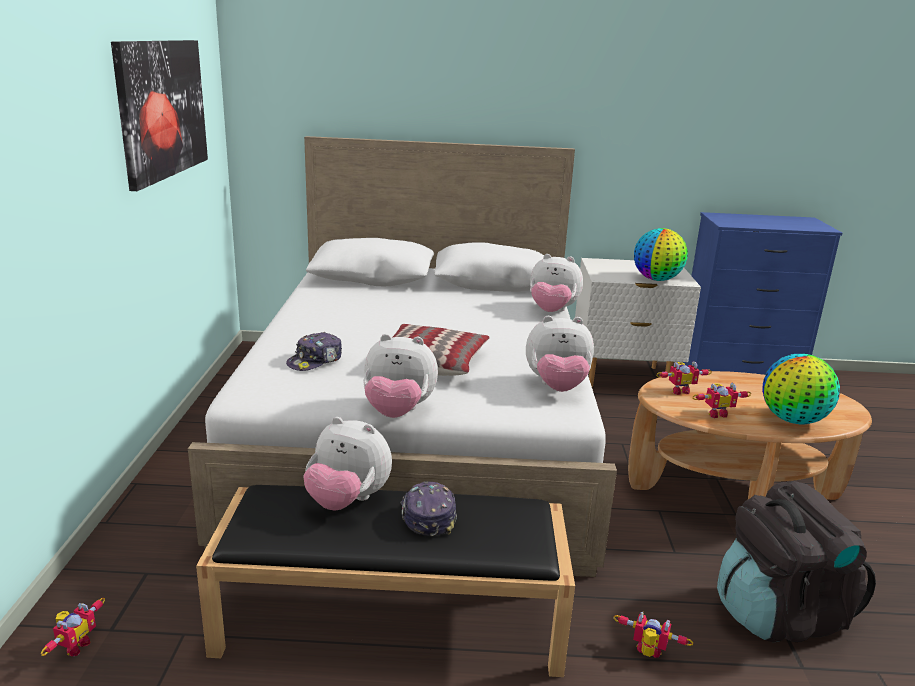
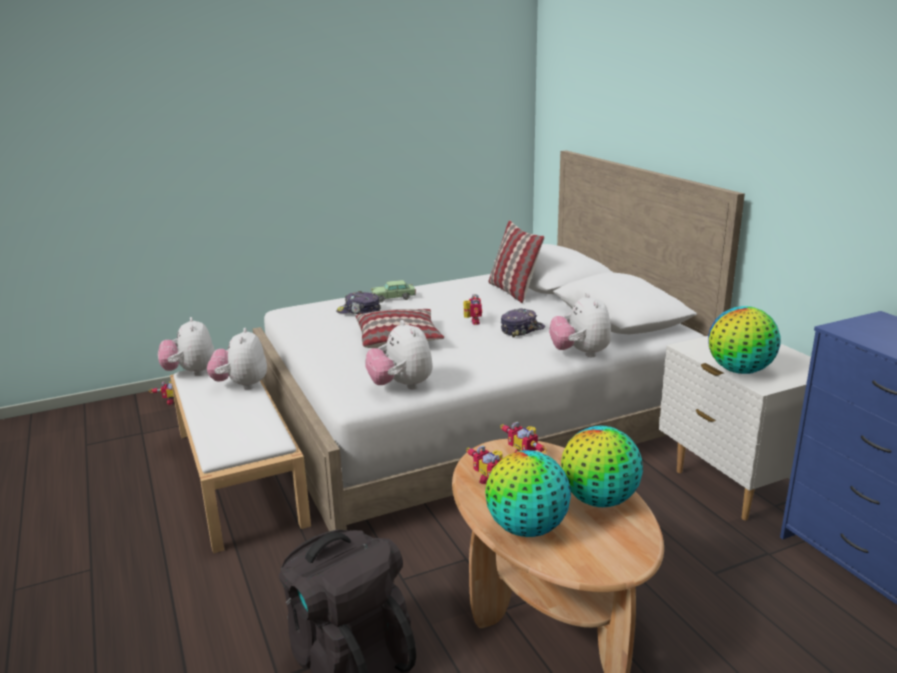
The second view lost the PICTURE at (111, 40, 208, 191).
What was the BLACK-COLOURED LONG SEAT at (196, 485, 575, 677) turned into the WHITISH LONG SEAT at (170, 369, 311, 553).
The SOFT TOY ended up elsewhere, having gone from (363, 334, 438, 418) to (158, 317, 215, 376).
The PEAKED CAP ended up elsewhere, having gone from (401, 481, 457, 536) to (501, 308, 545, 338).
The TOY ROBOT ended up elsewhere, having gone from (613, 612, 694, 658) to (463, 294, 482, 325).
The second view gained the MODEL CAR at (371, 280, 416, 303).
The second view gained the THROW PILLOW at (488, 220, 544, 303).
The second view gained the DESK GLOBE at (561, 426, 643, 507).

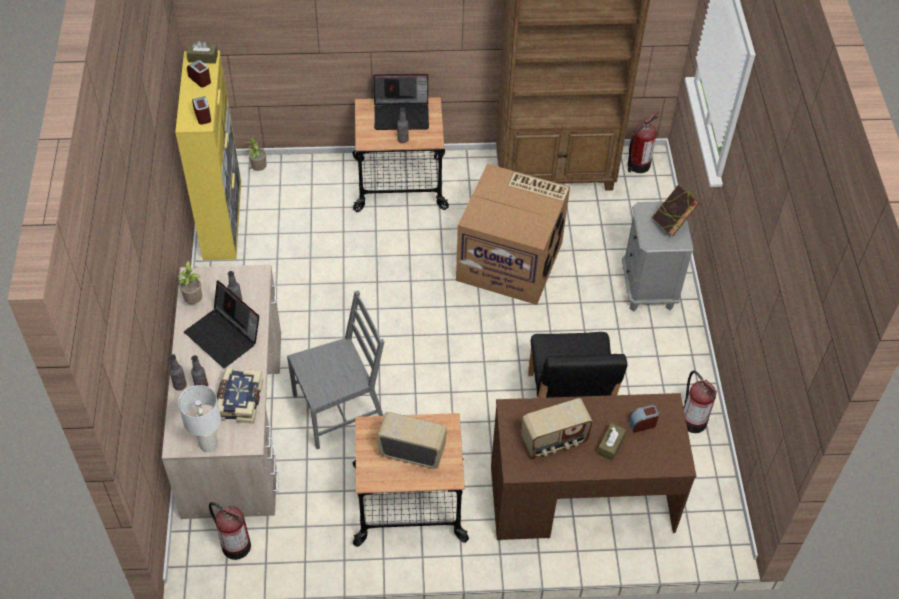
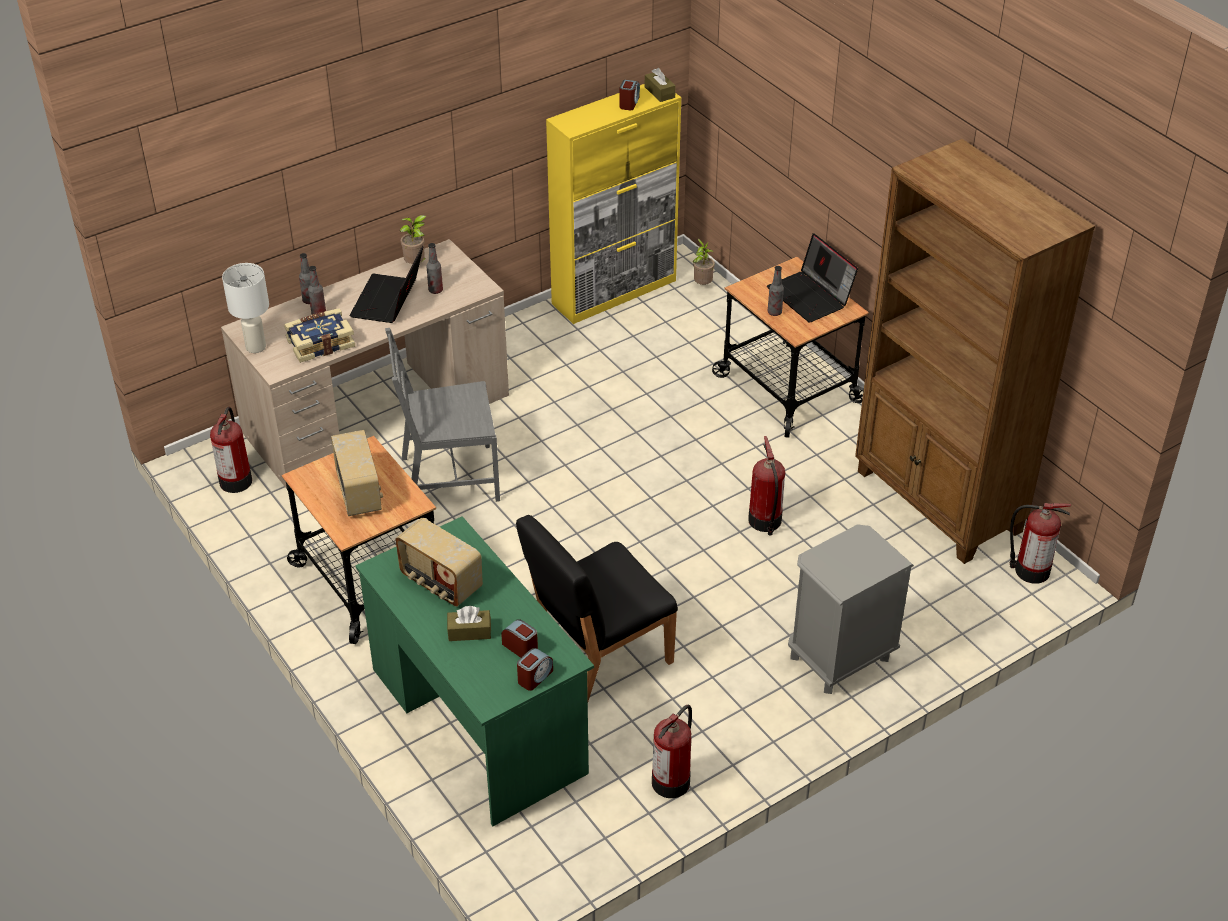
The ALARM CLOCK ended up elsewhere, having gone from (192, 96, 211, 125) to (517, 648, 553, 691).
The GREYISH PLAIN CHAIR at (287, 290, 384, 449) ended up facing another way, 135 degrees clockwise from before.
Where the PACKING BOX stood at (456, 164, 570, 305), the FIRE-FIGHTING CYLINDER came to stand at (748, 436, 785, 536).
What was the BROWN-COLOURED DESK at (491, 393, 696, 540) turned into the GREENISH DESK at (355, 516, 594, 826).
The second view lost the BOOK at (652, 185, 699, 236).

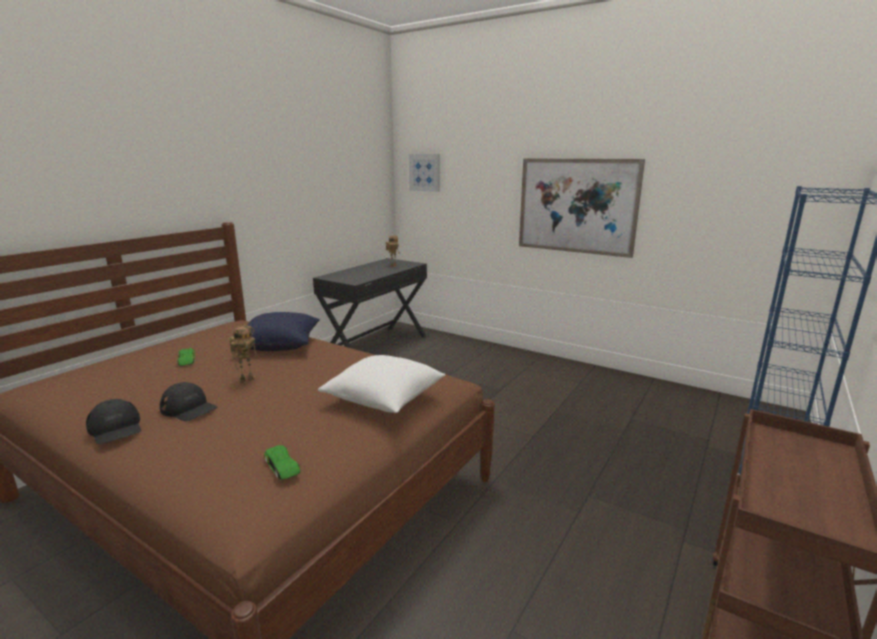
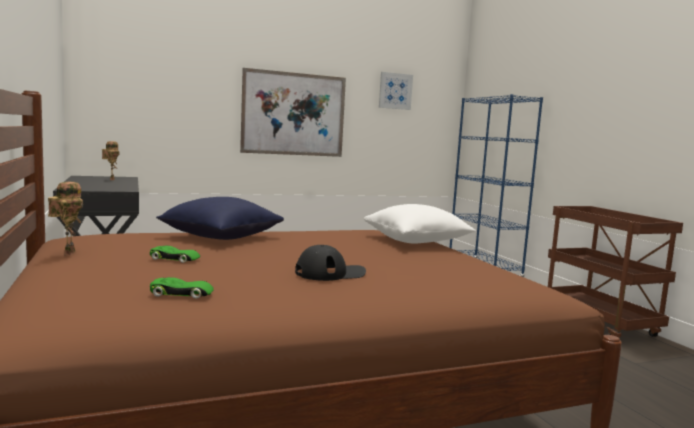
The second view lost the BLACK-COLOURED PEAKED CAP at (86, 399, 141, 444).
The TOY ROBOT ended up elsewhere, having gone from (229, 325, 258, 384) to (48, 182, 83, 256).
The GREENISH MODEL CAR ended up elsewhere, having gone from (264, 445, 301, 480) to (150, 277, 214, 299).
The PICTURE ended up elsewhere, having gone from (409, 154, 440, 192) to (379, 72, 413, 110).

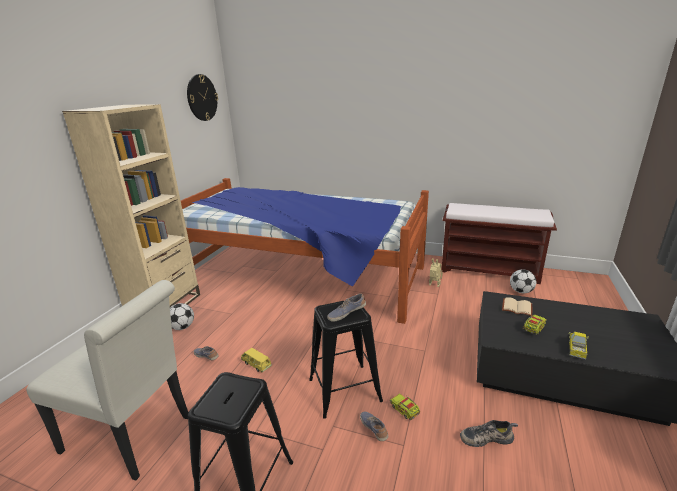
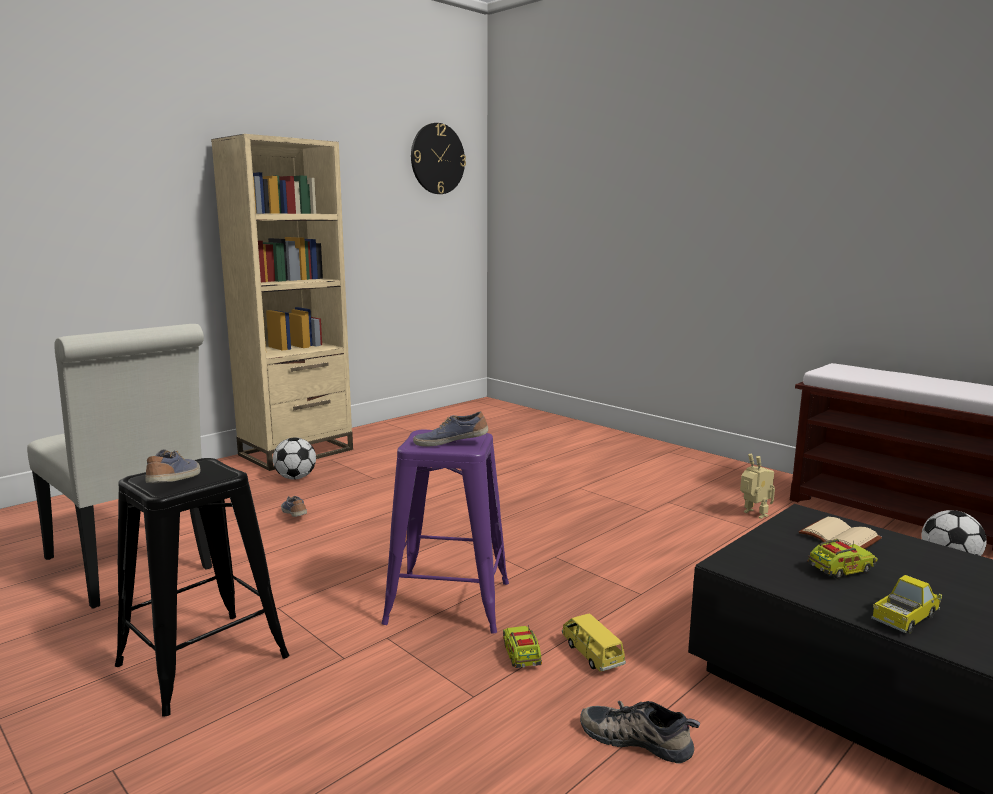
The second view lost the SLEEPING BED at (181, 178, 429, 324).
The YELLOW-COLOURED MODEL CAR ended up elsewhere, having gone from (241, 348, 272, 372) to (562, 613, 626, 672).
What was the BLACK-COLOURED STOOL at (309, 301, 383, 419) turned into the PURPLE-COLOURED STOOL at (381, 429, 509, 634).
The LOW SHOE ended up elsewhere, having gone from (360, 412, 388, 441) to (145, 449, 200, 483).

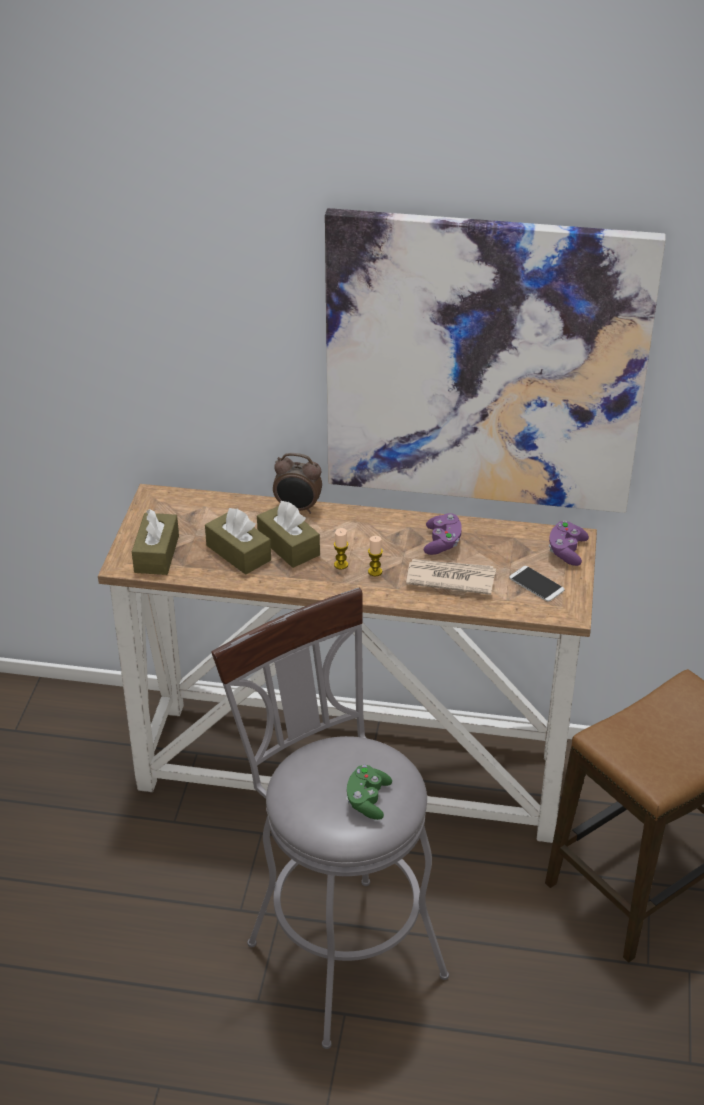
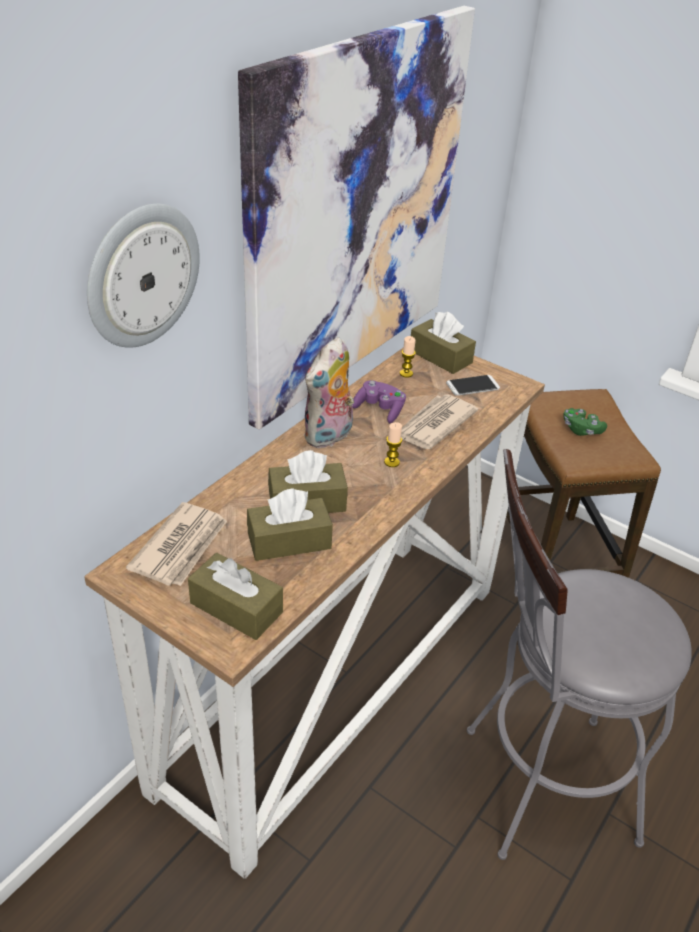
The second view lost the ALARM CLOCK at (273, 453, 322, 514).
The CANDLE ended up elsewhere, having gone from (334, 528, 348, 569) to (400, 336, 416, 378).
The GREENISH GAME CONTROLLER ended up elsewhere, having gone from (346, 765, 392, 820) to (564, 408, 607, 436).
Where the PURPLE-COLOURED GAME CONTROLLER stood at (549, 521, 589, 566), the BROWN-COLOURED BOX OF TISSUES came to stand at (411, 312, 476, 374).
The second view gained the HANGING CLOCK at (87, 204, 200, 348).
The second view gained the DAILY PAPER at (126, 502, 227, 586).
The second view gained the SOFT TOY at (304, 337, 354, 448).

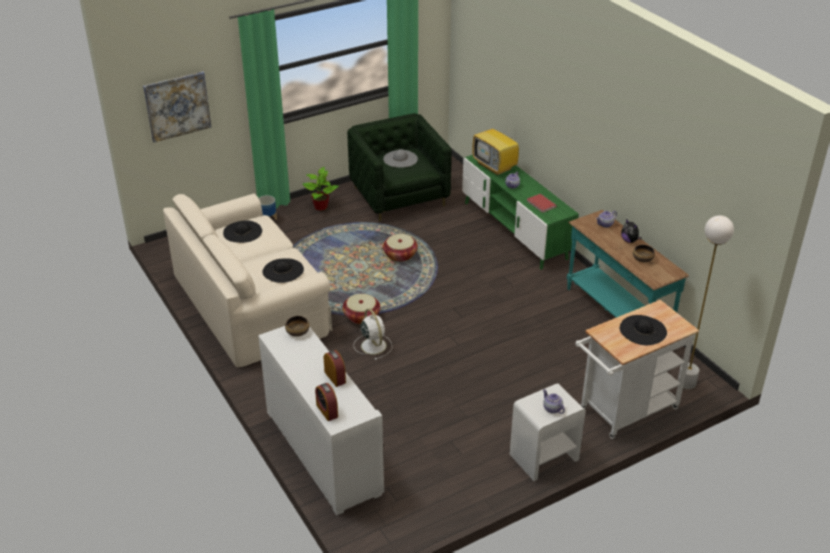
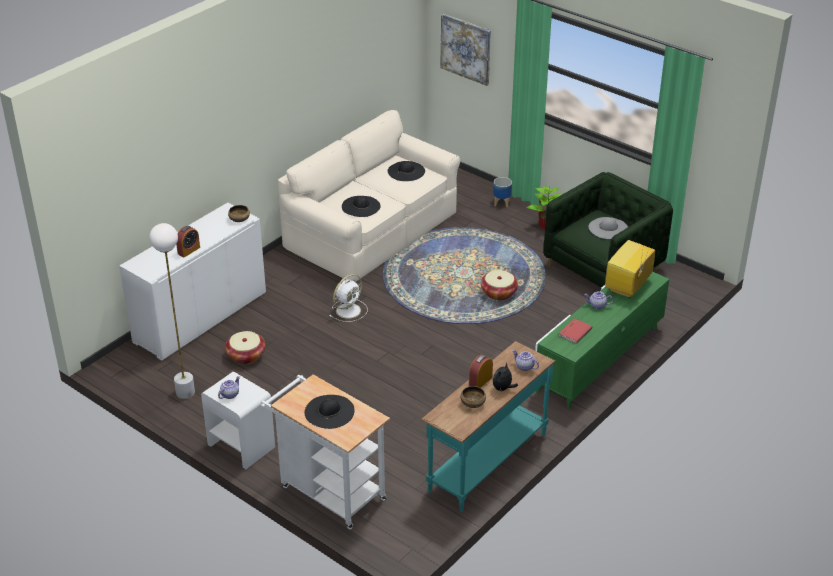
The ALARM CLOCK ended up elsewhere, having gone from (315, 383, 338, 421) to (469, 355, 493, 388).
The STORAGE BASKET ended up elsewhere, having gone from (343, 294, 380, 324) to (225, 331, 265, 364).
The WHITISH STANDING LAMP ended up elsewhere, having gone from (678, 215, 734, 389) to (149, 223, 195, 399).

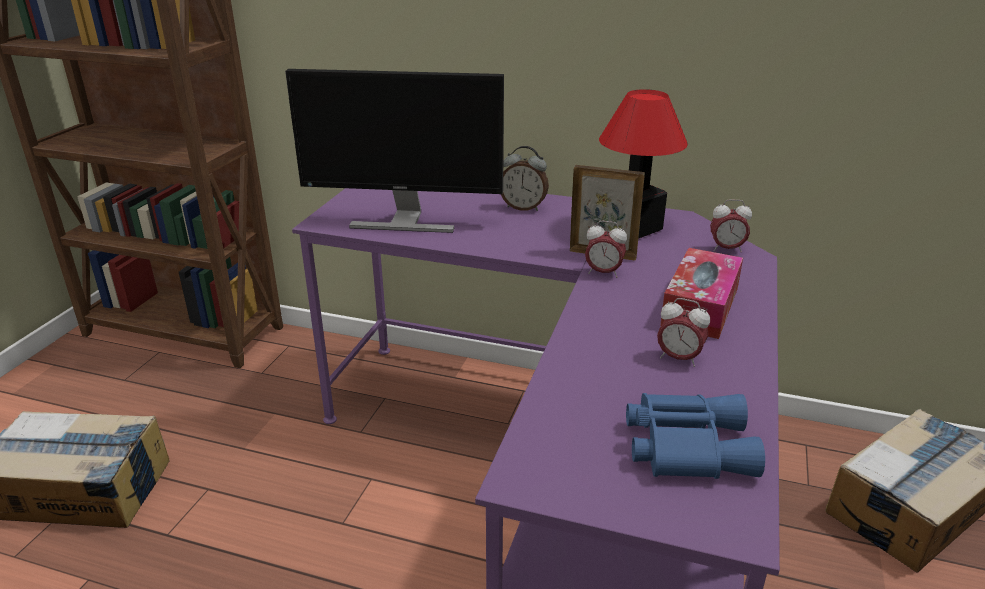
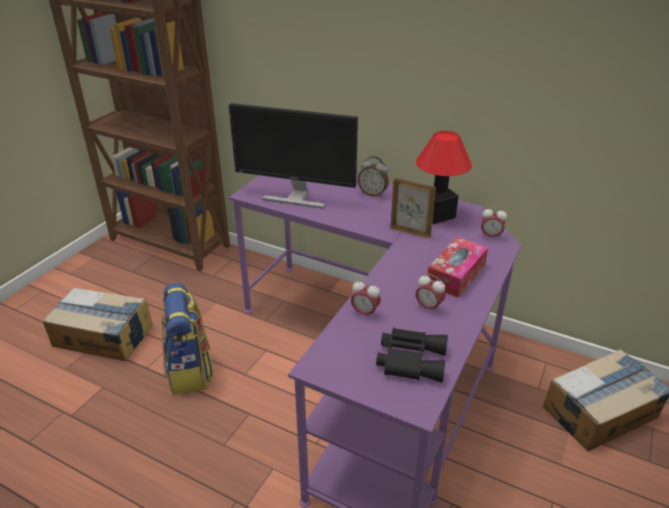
The ALARM CLOCK ended up elsewhere, having gone from (585, 221, 627, 278) to (351, 279, 381, 319).
What was the BLUISH FIELD GLASSES at (626, 393, 765, 479) turned into the BLACK-COLOURED FIELD GLASSES at (376, 328, 448, 383).
The second view gained the KNAPSACK at (162, 283, 214, 395).

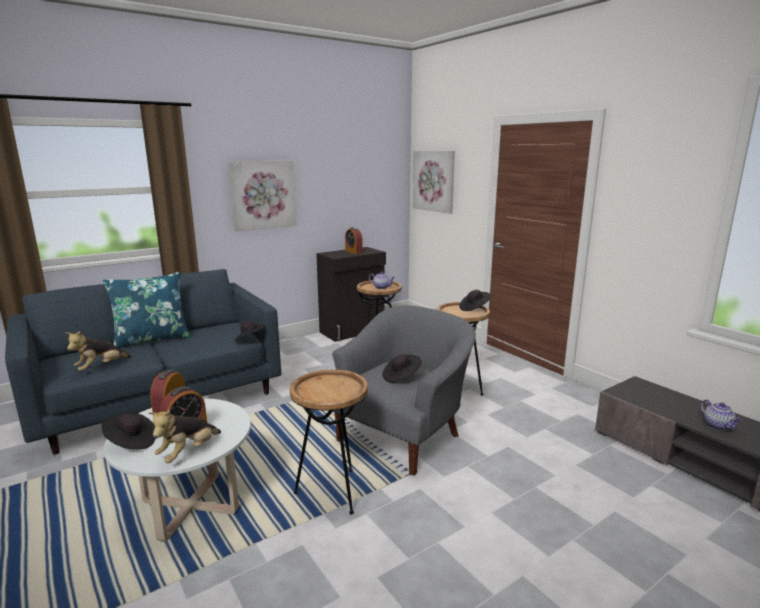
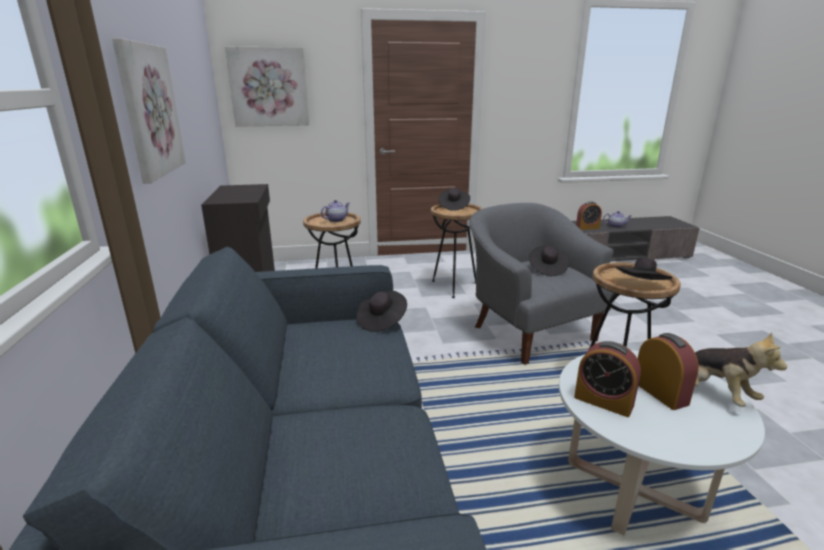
The second view lost the SOFT TOY at (65, 331, 132, 371).
The BLACK-COLOURED HAT ended up elsewhere, having gone from (102, 413, 156, 450) to (616, 258, 672, 280).
The second view lost the BLUISH THROW PILLOW at (103, 272, 191, 348).
The ALARM CLOCK ended up elsewhere, having gone from (345, 227, 363, 254) to (576, 201, 602, 230).

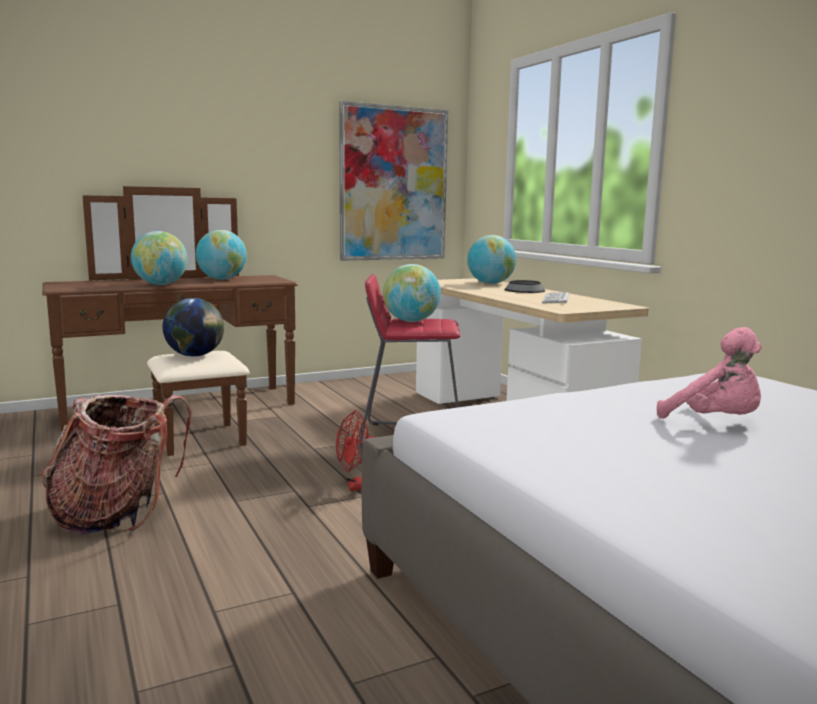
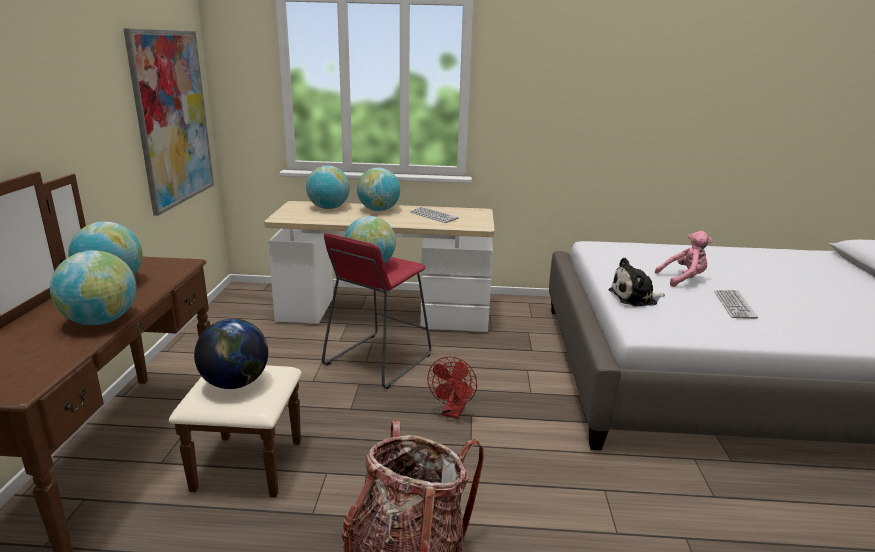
Where the SERVING BOWL stood at (504, 280, 545, 293), the DESK GLOBE came to stand at (357, 168, 400, 211).
The second view gained the SOFT TOY at (608, 258, 665, 306).
The second view gained the PC KEYBOARD at (714, 290, 758, 319).

